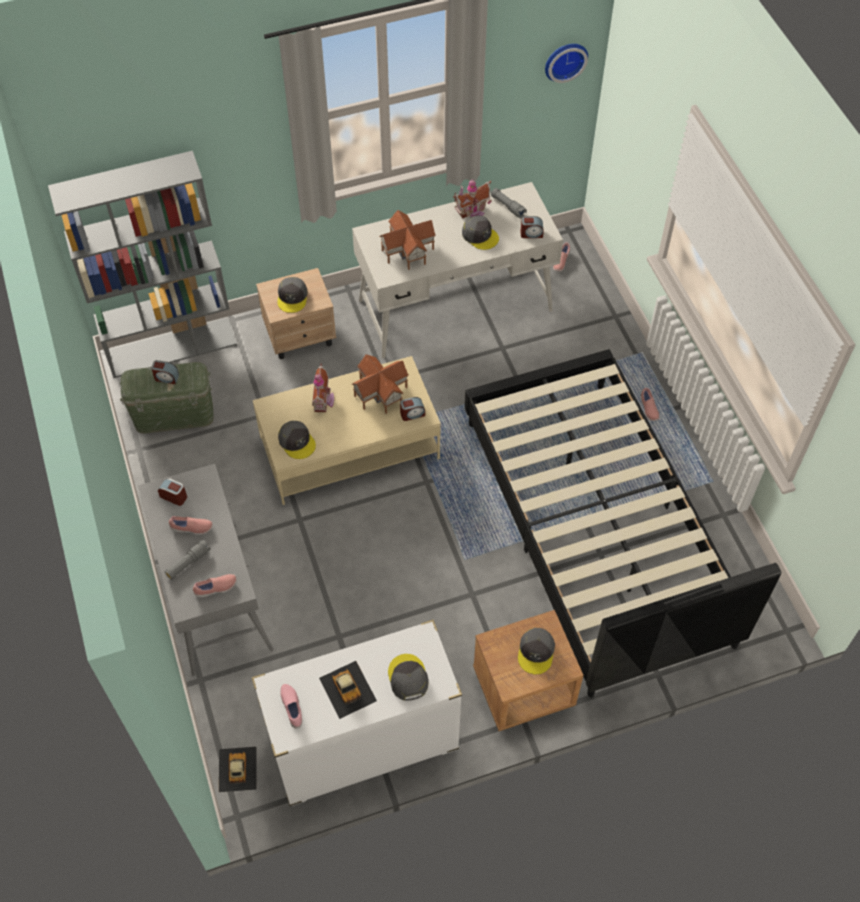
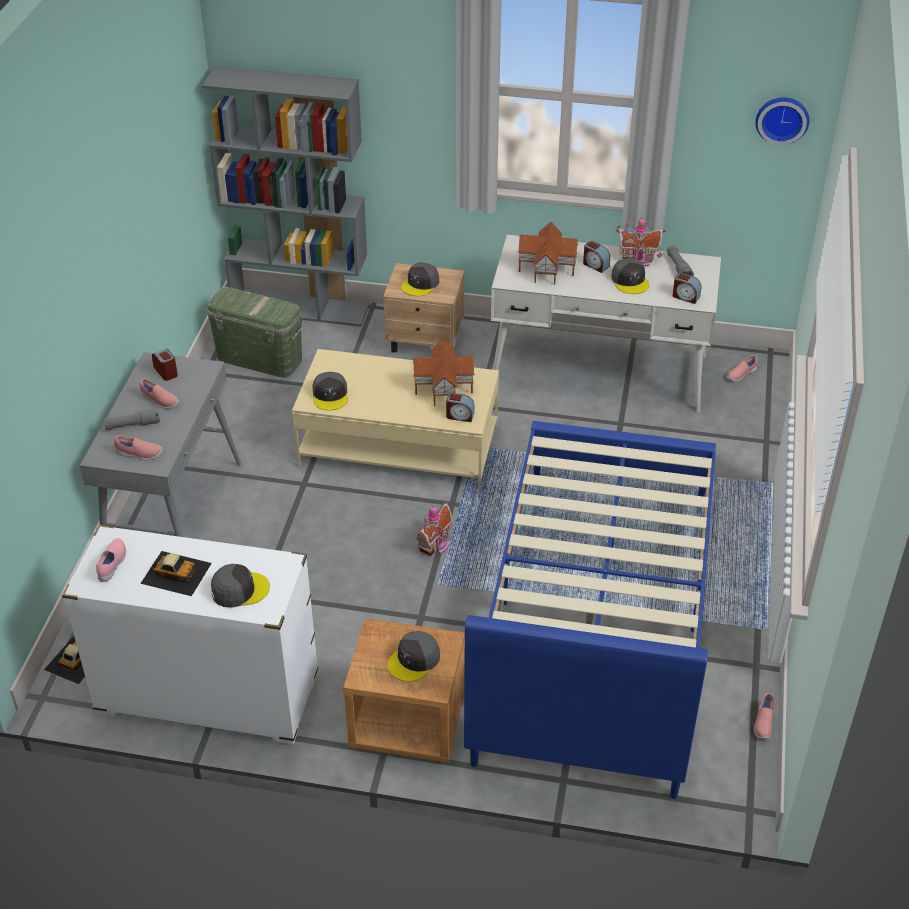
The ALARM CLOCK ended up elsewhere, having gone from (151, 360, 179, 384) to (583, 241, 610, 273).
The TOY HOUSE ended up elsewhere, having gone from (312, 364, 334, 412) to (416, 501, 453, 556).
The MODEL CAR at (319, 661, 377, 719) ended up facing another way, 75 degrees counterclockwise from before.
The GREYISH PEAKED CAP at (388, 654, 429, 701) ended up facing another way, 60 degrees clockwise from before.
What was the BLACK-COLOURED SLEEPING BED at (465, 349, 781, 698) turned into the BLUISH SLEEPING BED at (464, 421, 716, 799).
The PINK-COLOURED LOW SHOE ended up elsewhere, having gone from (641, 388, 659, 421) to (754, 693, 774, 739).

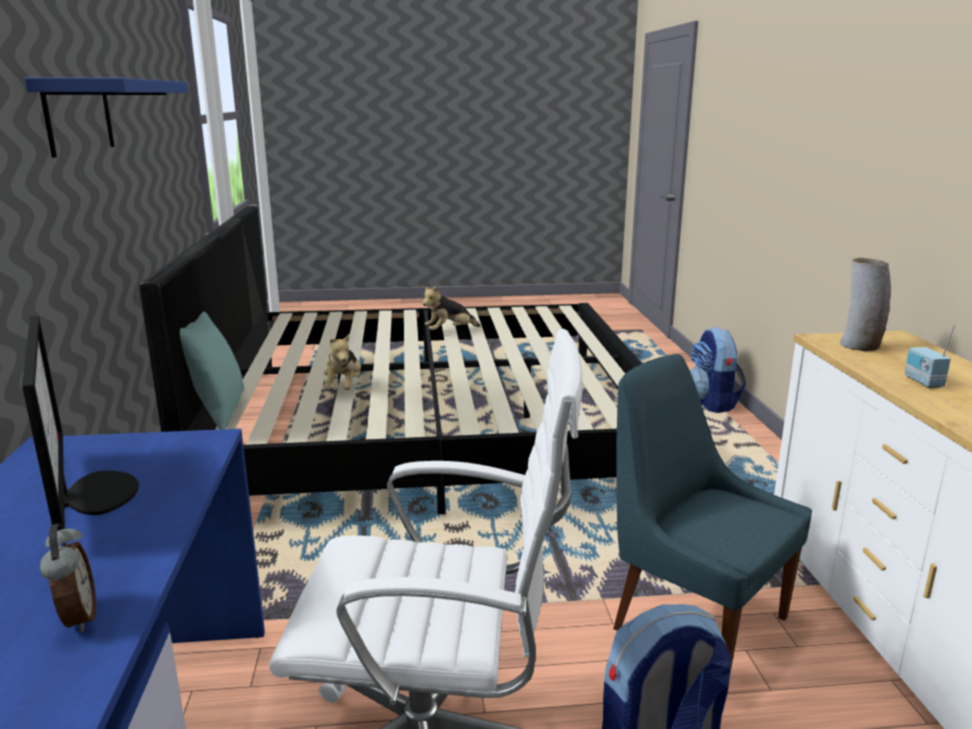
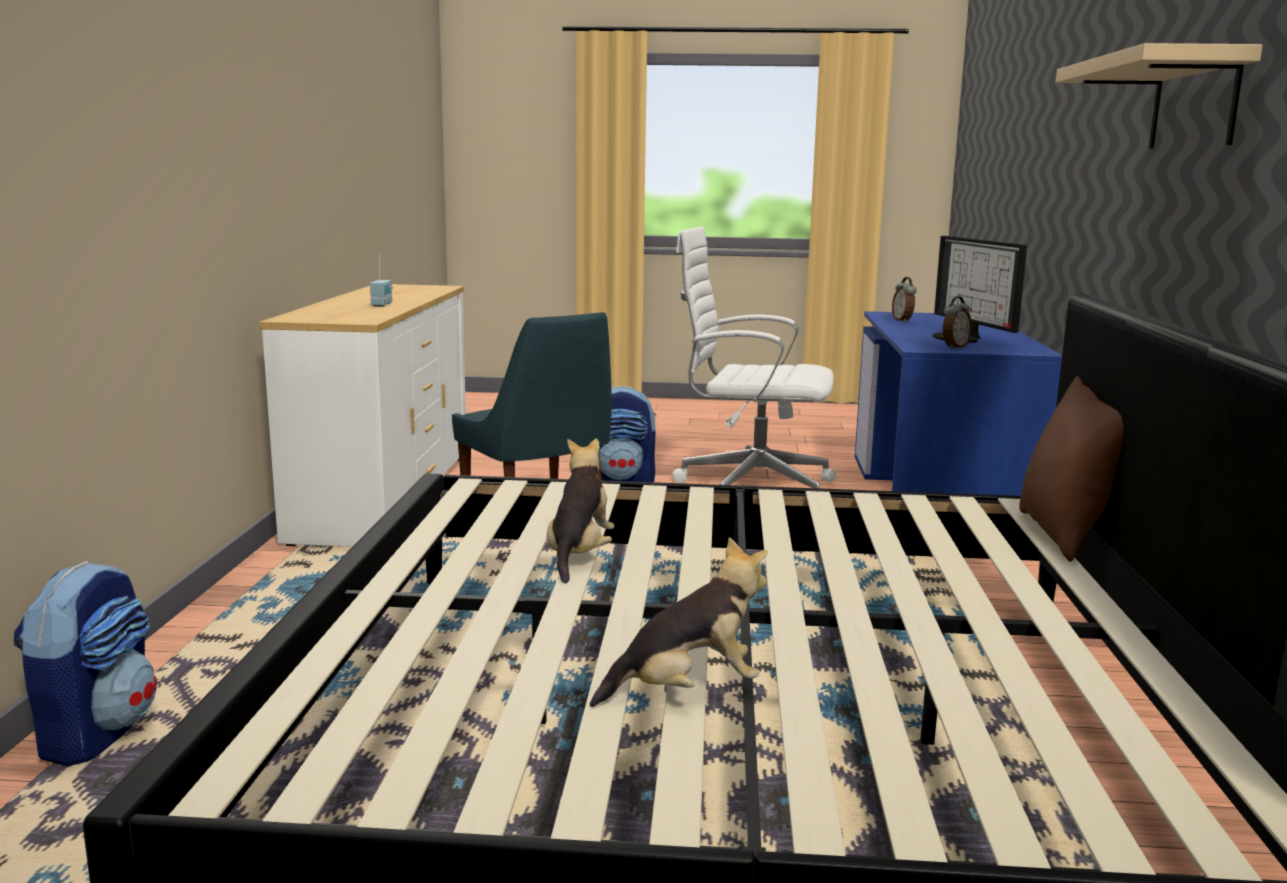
What was the BLUISH BRACKET SHELF at (25, 78, 188, 157) turned into the SAND-COLOURED BRACKET SHELF at (1056, 43, 1263, 149).
What was the BLUE-GREEN THROW PILLOW at (180, 312, 245, 429) turned into the BROWN-COLOURED THROW PILLOW at (1019, 376, 1123, 562).
The SOFT TOY ended up elsewhere, having gone from (323, 333, 361, 390) to (547, 438, 615, 583).
The second view lost the FLOWER VASE at (840, 257, 891, 351).
The second view gained the ALARM CLOCK at (943, 296, 972, 349).

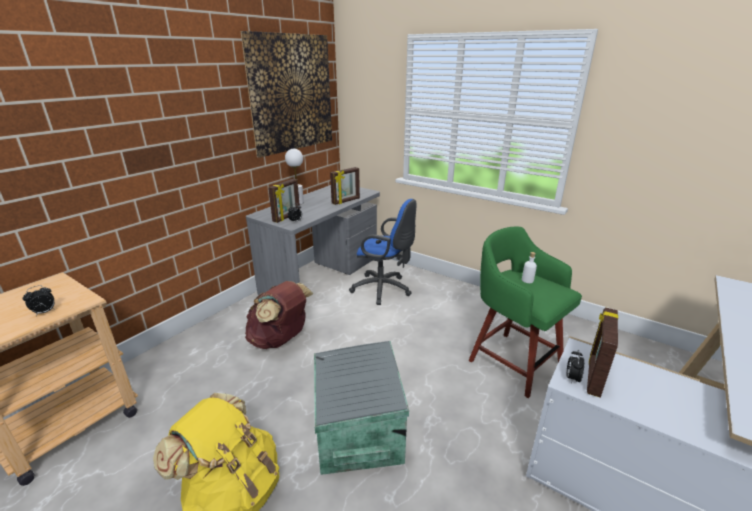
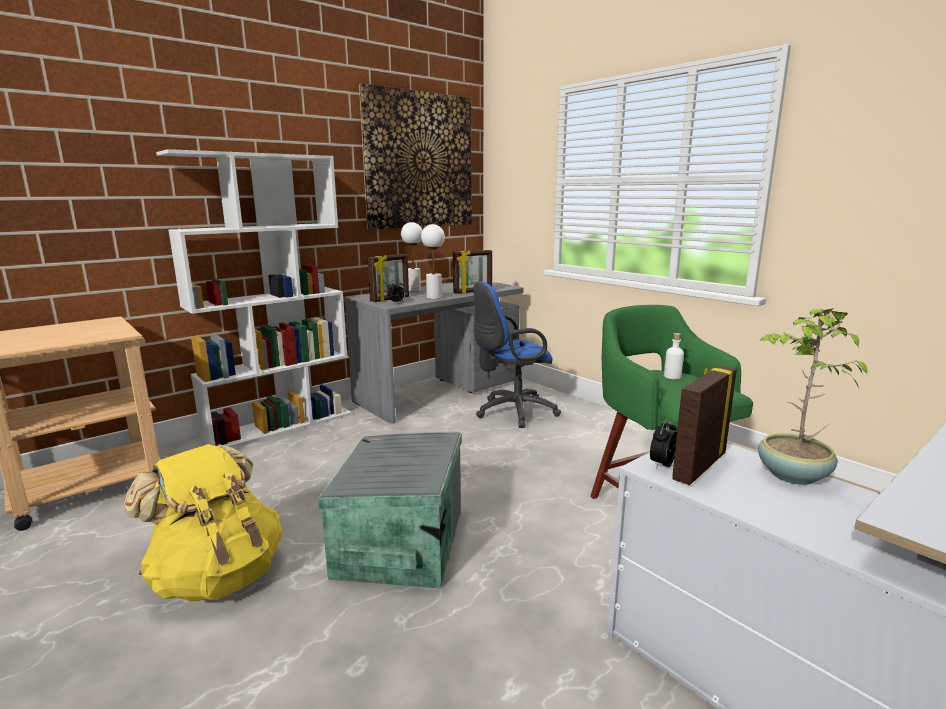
The second view lost the ALARM CLOCK at (23, 285, 54, 316).
The second view lost the BROWN-COLOURED KNAPSACK at (245, 281, 314, 349).
The BLUISH OFFICE CHAIR at (349, 199, 416, 305) ended up facing another way, 120 degrees clockwise from before.
The second view gained the WHITISH SHELVING UNIT at (156, 149, 352, 448).
The second view gained the WHITISH TABLETOP LAMP at (421, 224, 445, 299).
The second view gained the POTTED PLANT at (758, 308, 867, 485).

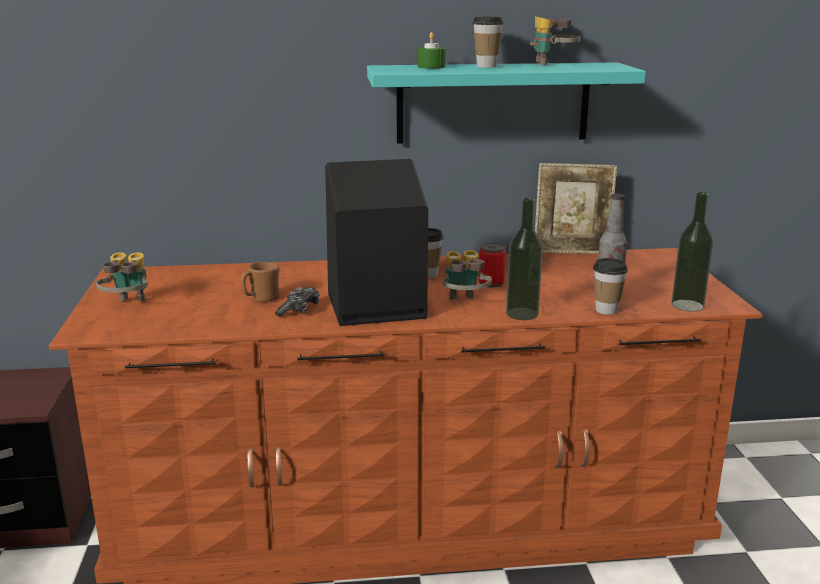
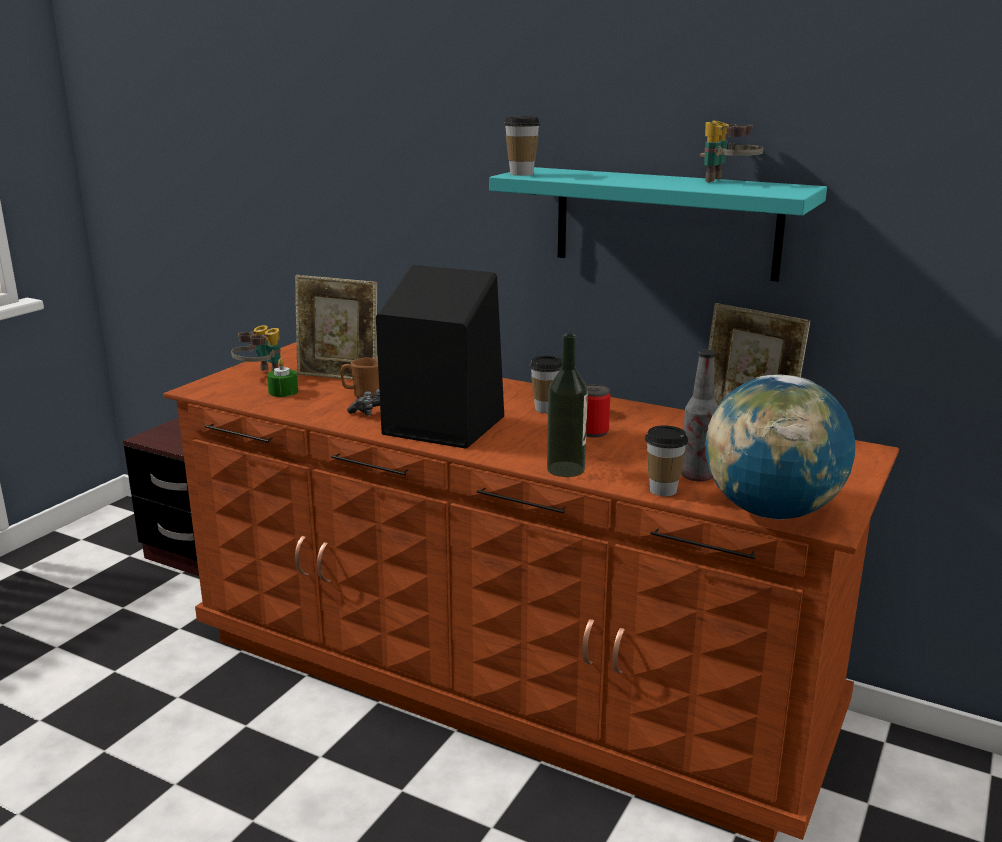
The GREENISH CANDLE ended up elsewhere, having gone from (418, 32, 446, 69) to (267, 358, 298, 397).
The second view lost the FIELD GLASSES at (443, 250, 492, 300).
The SMALL CUP ended up elsewhere, having gone from (472, 17, 504, 68) to (504, 116, 540, 176).
Where the BEVERAGE BOTTLE stood at (671, 192, 713, 312), the DESK GLOBE came to stand at (706, 374, 855, 520).
The second view gained the STANDING FRAME at (295, 275, 377, 380).

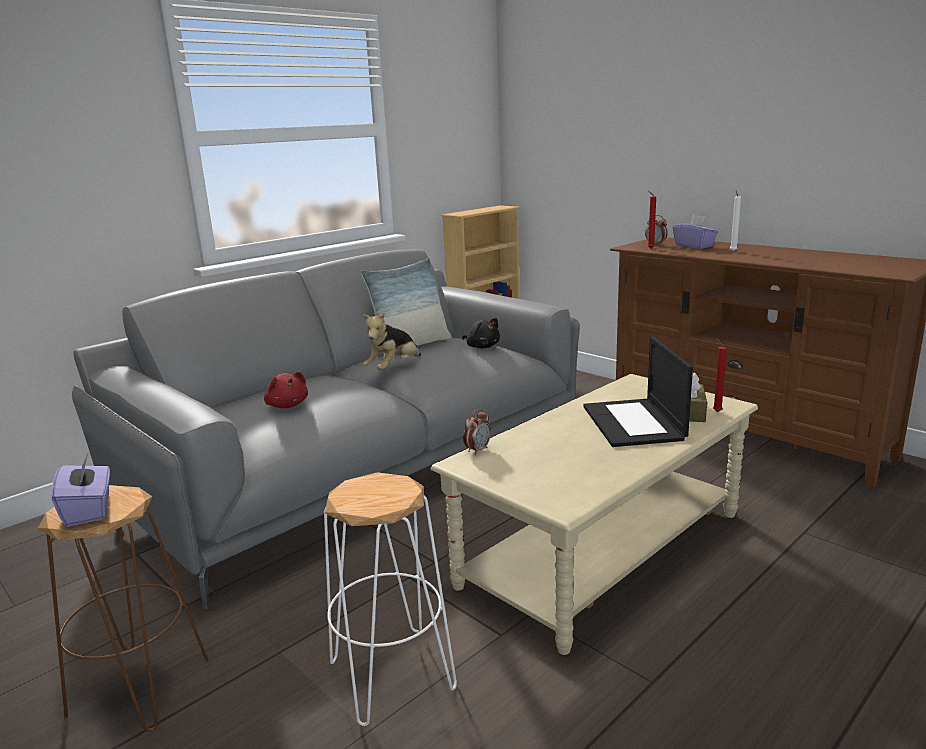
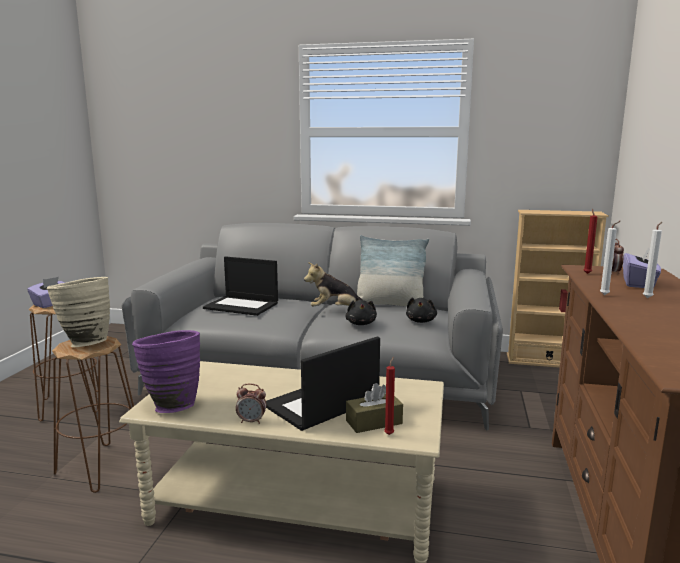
Where the RED-COLOURED SOFT TOY stood at (264, 372, 308, 408), the LAPTOP came to stand at (203, 256, 278, 316).
What was the WHITISH STOOL at (324, 472, 457, 726) turned into the BROWN-COLOURED STOOL at (52, 336, 134, 493).
The ALARM CLOCK ended up elsewhere, having gone from (463, 409, 491, 455) to (236, 383, 266, 424).
The second view gained the SAND-COLOURED FLOWER VASE at (46, 277, 110, 347).
The second view gained the PURPLE-COLOURED FLOWER VASE at (132, 330, 200, 413).
The second view gained the BLACK-COLOURED SOFT TOY at (345, 300, 377, 325).
The second view gained the WHITISH CANDLE at (600, 221, 620, 295).

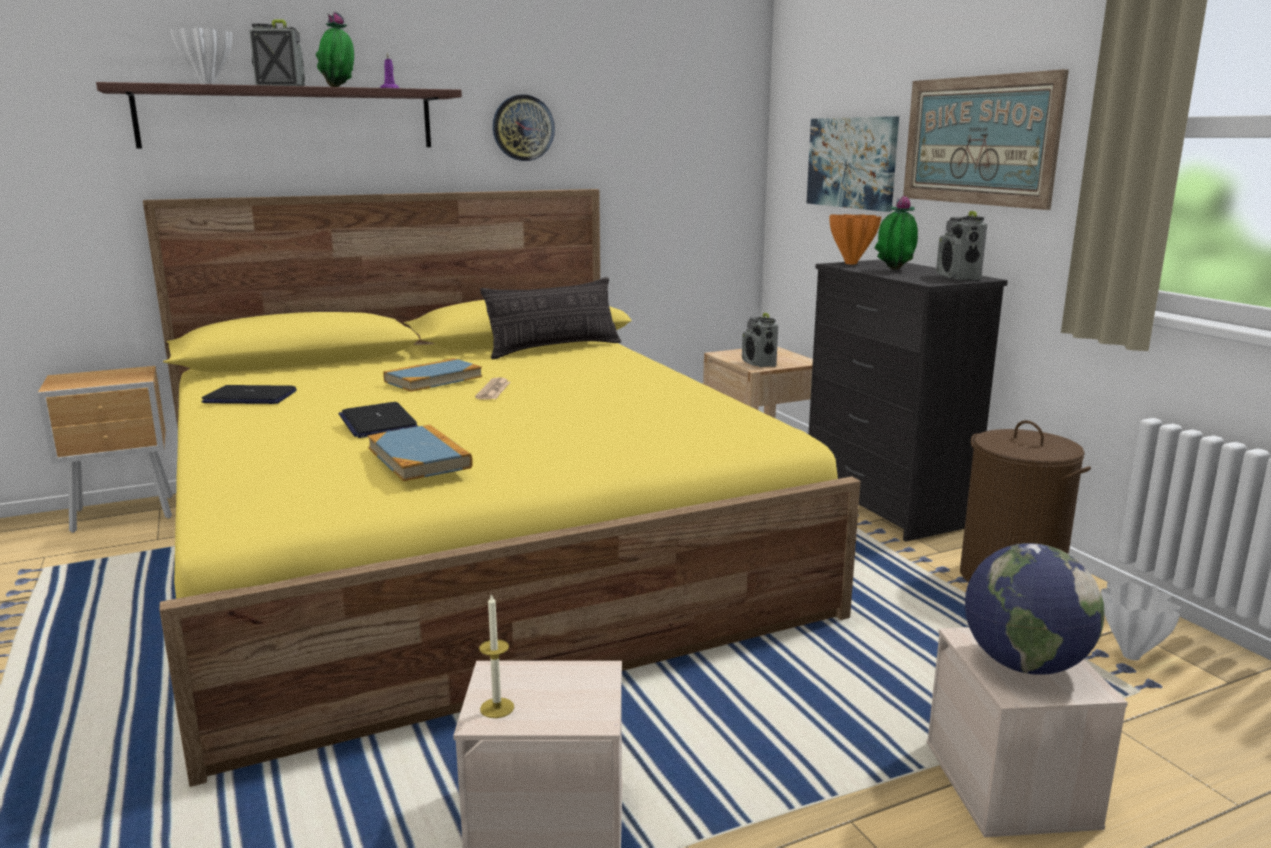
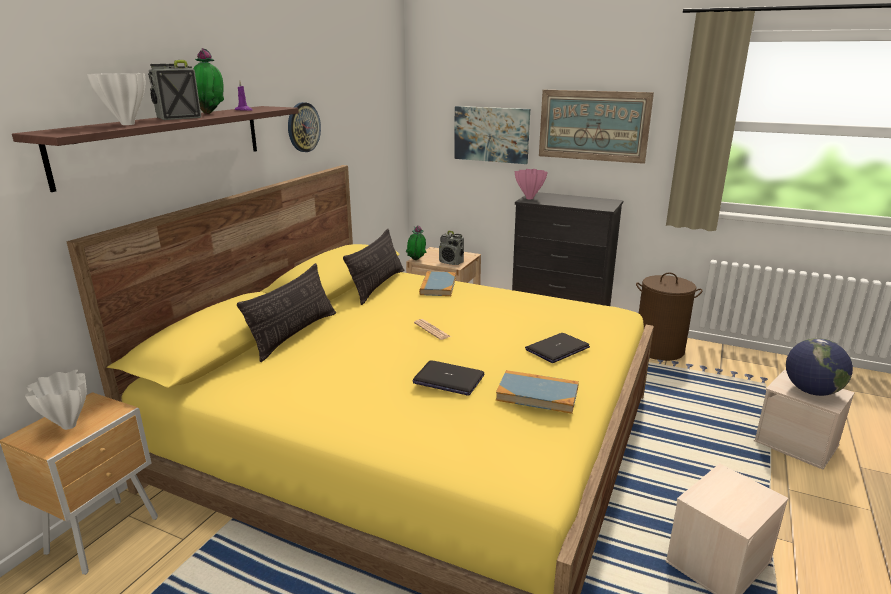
The LAPTOP ended up elsewhere, having gone from (201, 385, 297, 404) to (525, 333, 590, 363).
The BOOK ended up elsewhere, having gone from (383, 358, 482, 392) to (419, 271, 456, 296).
The second view lost the CANDLE at (479, 593, 514, 718).
What was the ORANGEY FLOWER VASE at (829, 214, 881, 264) turned into the PINK-COLOURED FLOWER VASE at (515, 169, 548, 199).
The POTTED PLANT ended up elsewhere, having gone from (874, 195, 918, 270) to (406, 225, 426, 260).
The second view lost the RADIO RECEIVER at (936, 211, 987, 280).
The WHITISH FLOWER VASE ended up elsewhere, having gone from (1101, 582, 1181, 660) to (25, 370, 87, 430).
The second view gained the THROW PILLOW at (237, 263, 336, 362).

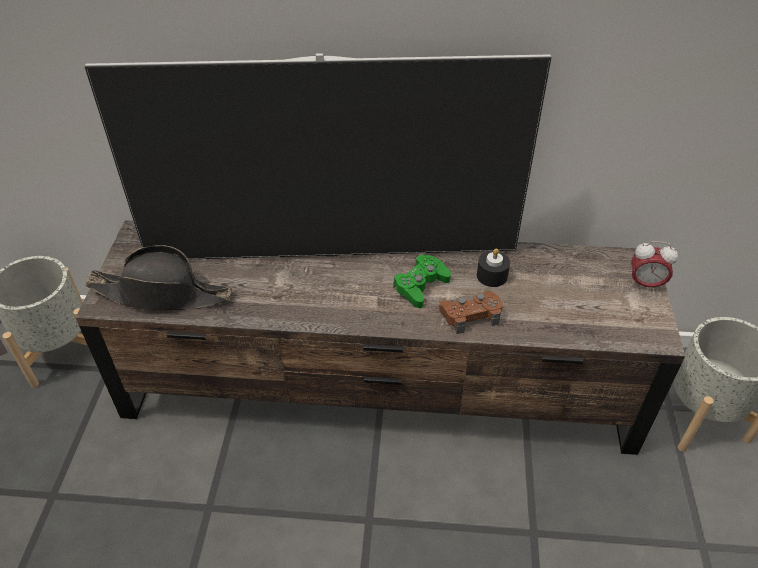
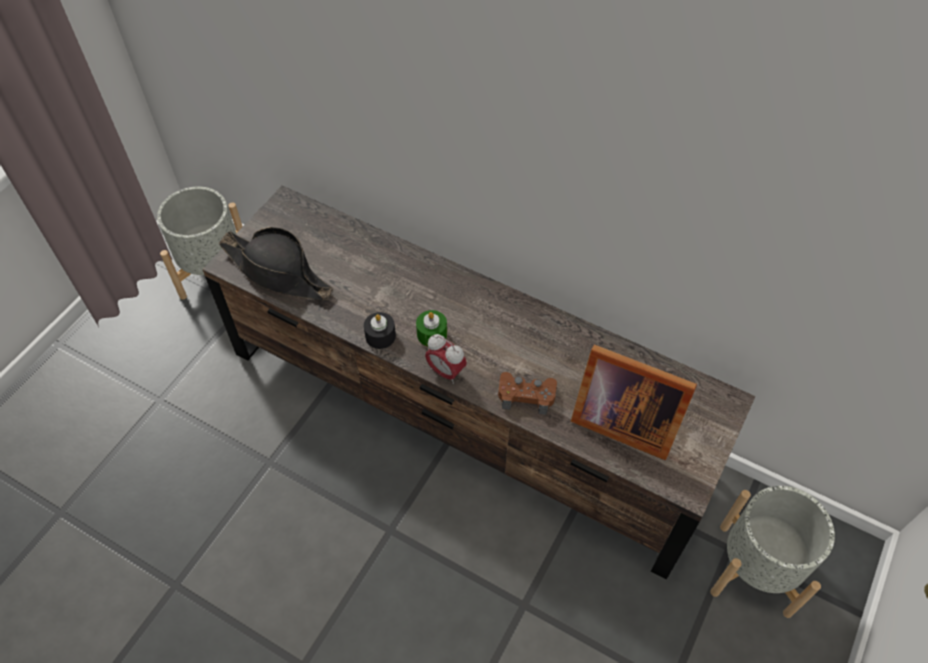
The second view lost the TELEVISION at (84, 53, 552, 259).
The second view lost the GREENISH GAME CONTROLLER at (393, 254, 451, 308).
The BLACK-COLOURED CANDLE ended up elsewhere, having gone from (477, 248, 510, 287) to (364, 312, 396, 349).
The ALARM CLOCK ended up elsewhere, having gone from (631, 241, 678, 291) to (425, 334, 467, 384).
The second view gained the GREENISH CANDLE at (416, 310, 447, 346).
The second view gained the STANDING FRAME at (571, 345, 697, 460).

